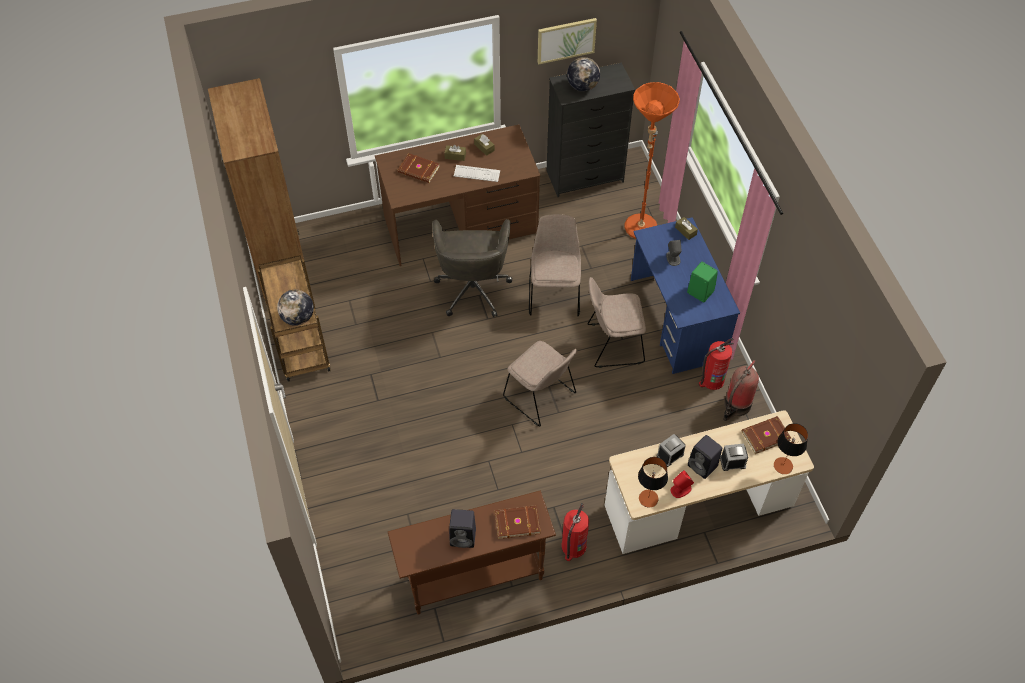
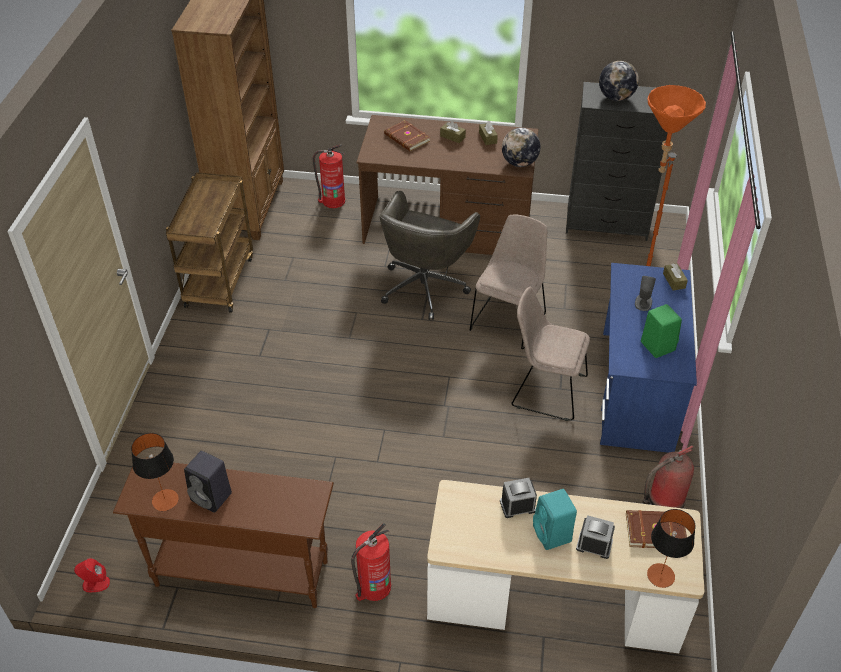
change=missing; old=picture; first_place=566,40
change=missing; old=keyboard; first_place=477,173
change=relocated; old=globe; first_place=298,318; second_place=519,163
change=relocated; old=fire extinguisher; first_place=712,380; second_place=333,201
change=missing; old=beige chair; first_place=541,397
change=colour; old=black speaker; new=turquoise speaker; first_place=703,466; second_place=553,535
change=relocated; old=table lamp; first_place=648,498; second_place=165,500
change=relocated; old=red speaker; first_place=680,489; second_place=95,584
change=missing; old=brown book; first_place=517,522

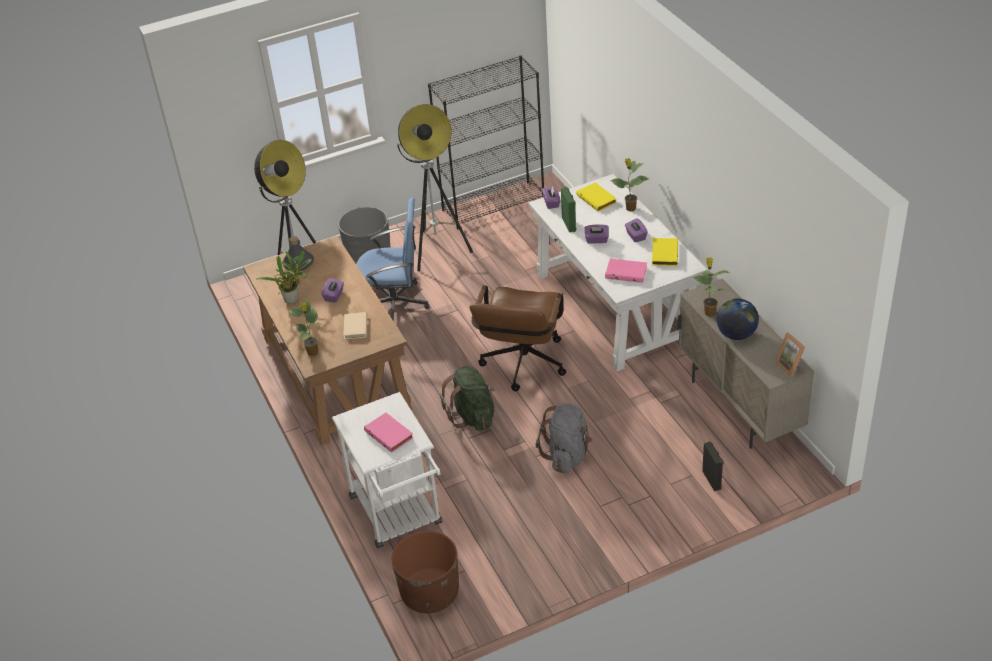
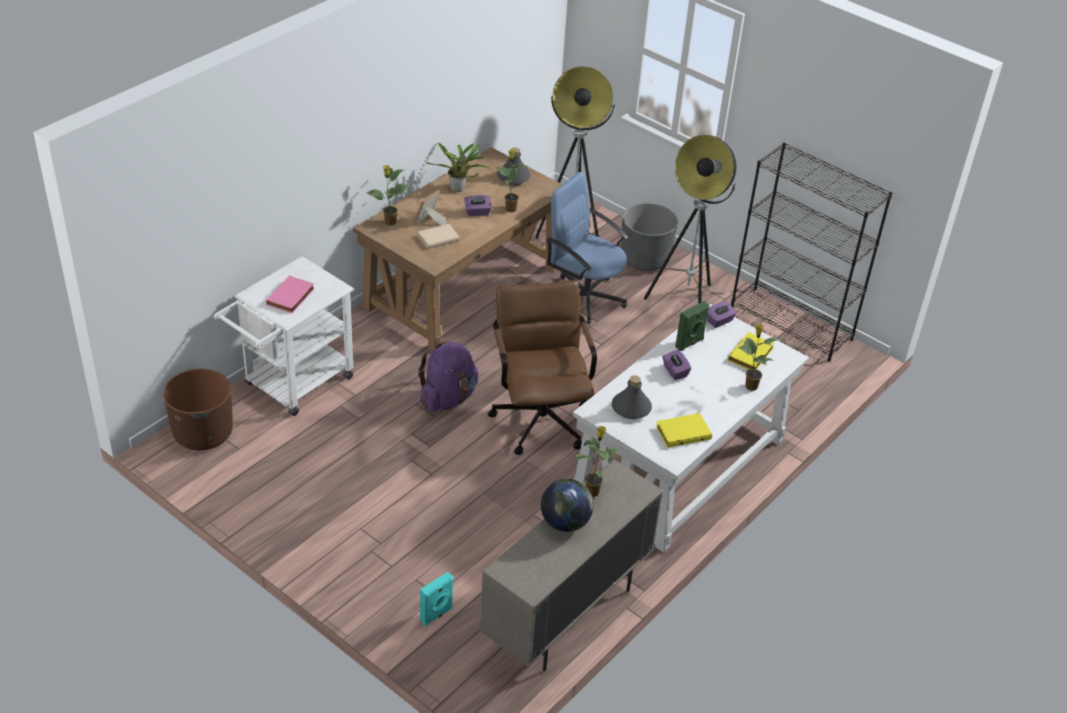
change=spun; old=blue office chair; first_place=395,303; second_place=585,297; degrees=150
change=missing; old=purple tissue box; first_place=635,236
change=exchanged; old=pink book; new=grey bottle; first_place=626,272; second_place=631,408
change=spun; old=brown office chair; first_place=522,367; second_place=539,415; degrees=90
change=relocated; old=picture frame; first_place=790,366; second_place=429,222
change=colour; old=green backpack; new=purple backpack; first_place=473,416; second_place=448,398
change=missing; old=grey backpack; first_place=567,455
change=colour; old=black speaker; new=turquoise speaker; first_place=712,480; second_place=437,615
change=appeared; new=potted plant; second_place=510,208

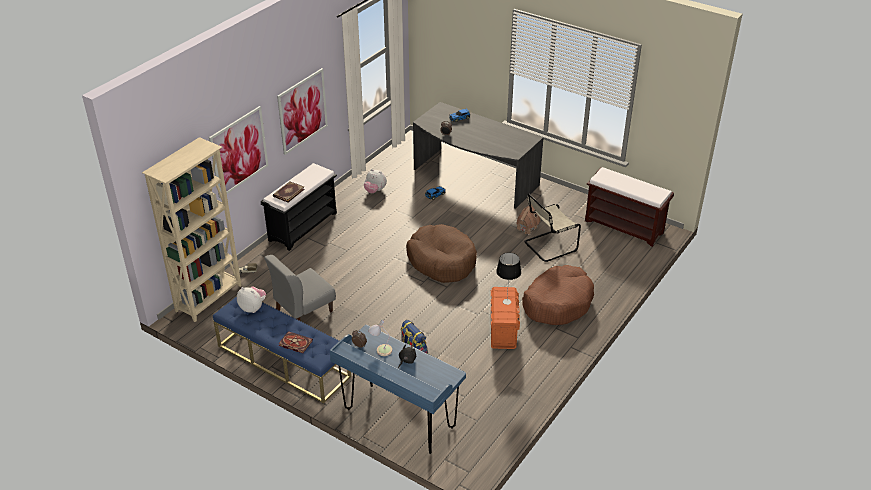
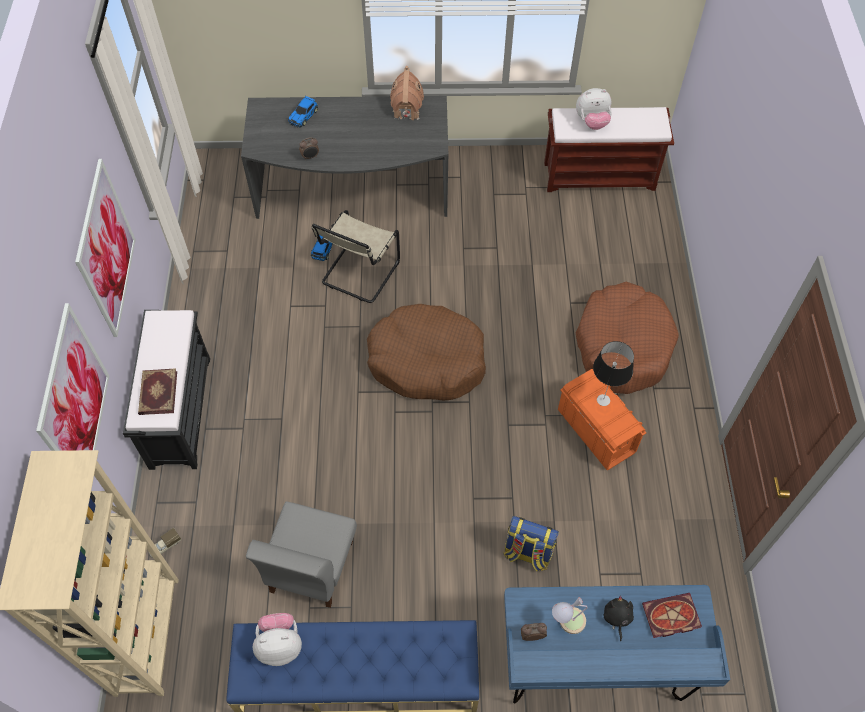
change=relocated; old=plush toy; first_place=375,190; second_place=592,122
change=relocated; old=beige chair; first_place=548,246; second_place=359,274
change=relocated; old=toy house; first_place=526,228; second_place=406,110
change=relocated; old=book; first_place=294,343; second_place=670,617

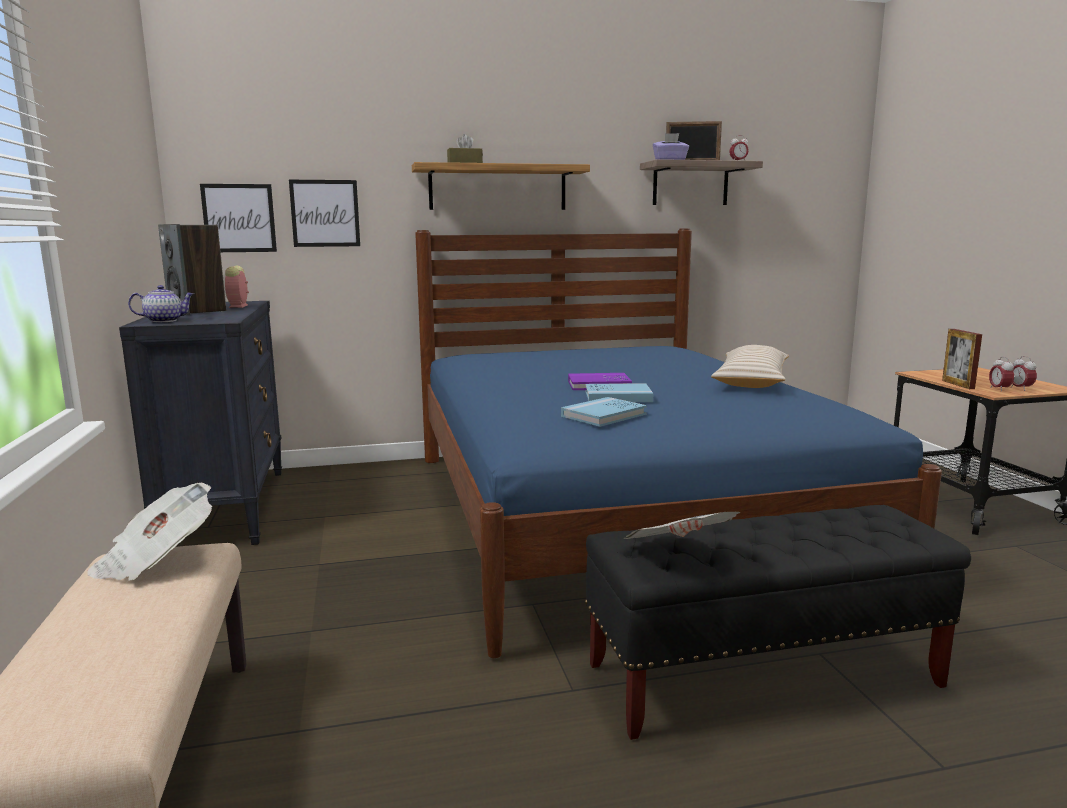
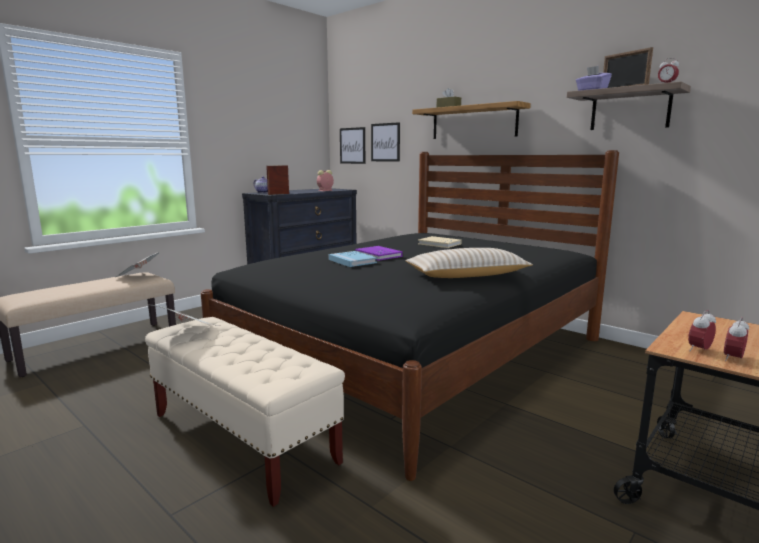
change=missing; old=speaker; first_place=198,311
change=colour; old=blue bed; new=black bed; first_place=615,514; second_place=417,354
change=relocated; old=picture frame; first_place=958,384; second_place=278,194
change=missing; old=blue book; first_place=603,415
change=colour; old=black bench; new=beige bench; first_place=763,676; second_place=242,438
change=appeared; new=beige book; second_place=439,244

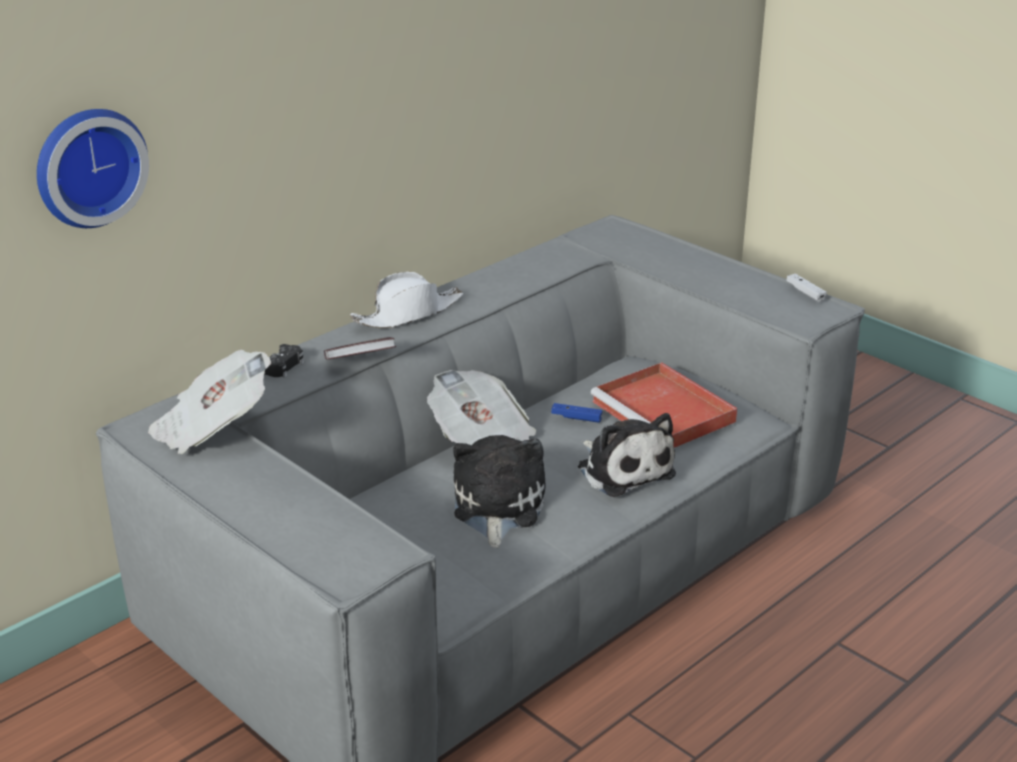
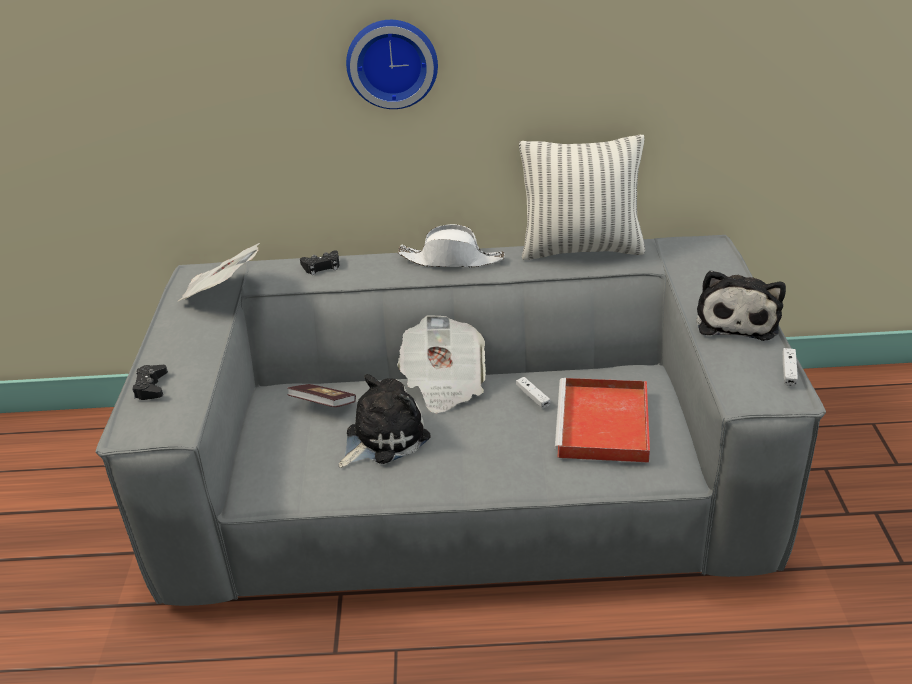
change=relocated; old=wall clock; first_place=88,166; second_place=392,62
change=relocated; old=book; first_place=360,362; second_place=323,405
change=colour; old=blue game controller; new=white game controller; first_place=576,418; second_place=532,396
change=relocated; old=plush toy; first_place=623,469; second_place=737,319
change=appeared; new=pillow; second_place=581,249
change=appeared; new=black game controller; second_place=151,387

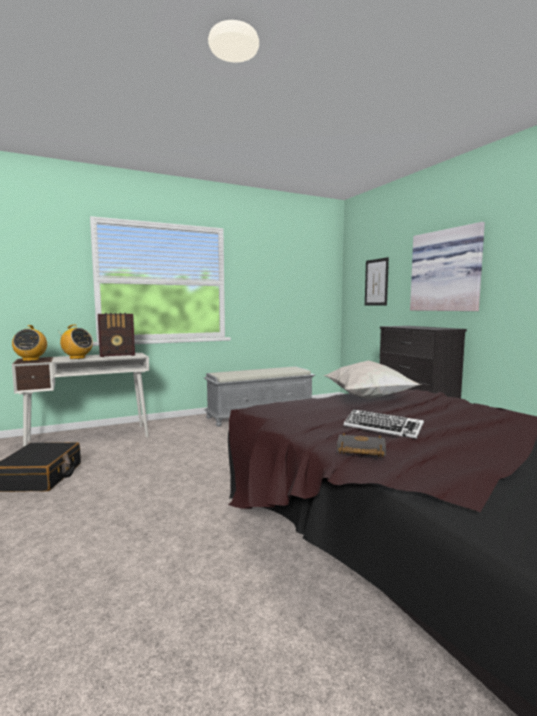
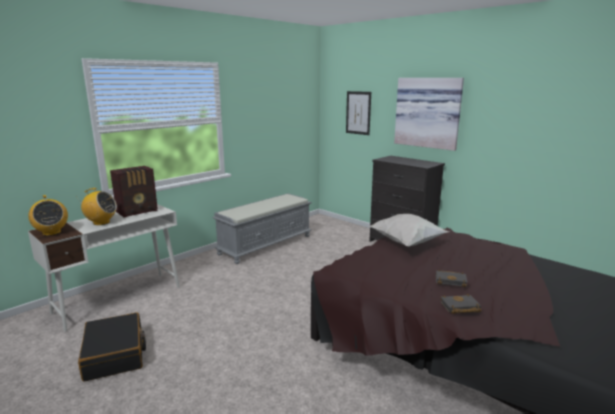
change=exchanged; old=keyboard; new=black book; first_place=382,428; second_place=451,280

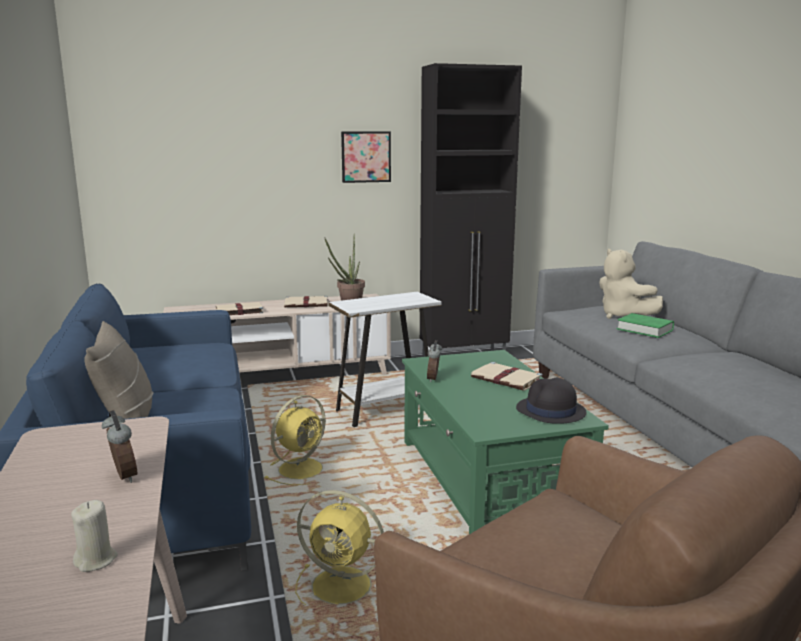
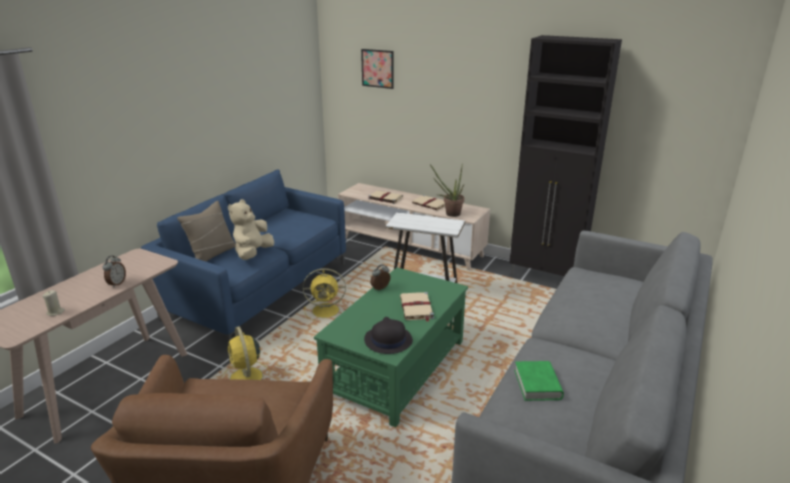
change=relocated; old=picture; first_place=366,157; second_place=377,68
change=relocated; old=beige plush toy; first_place=623,316; second_place=253,253
change=relocated; old=green book; first_place=644,330; second_place=537,384

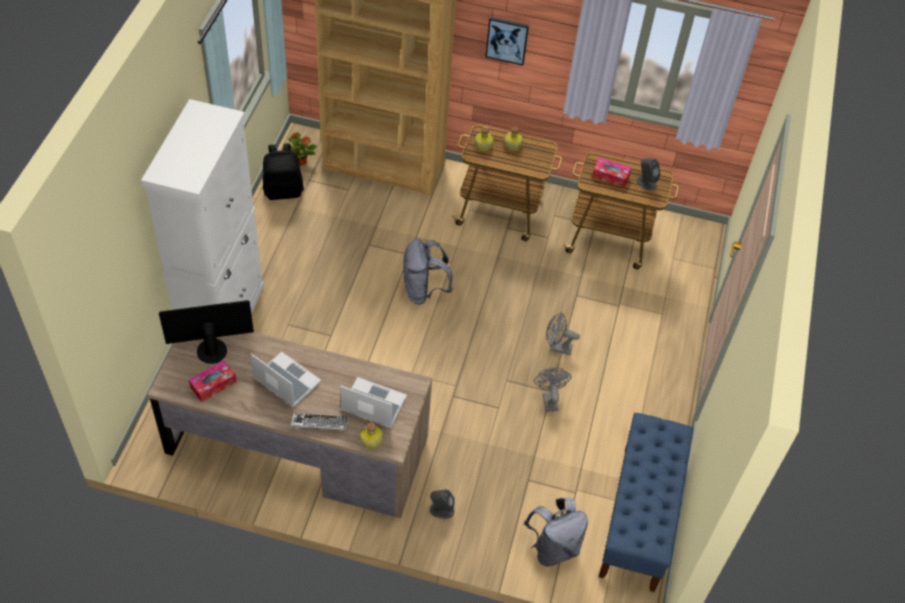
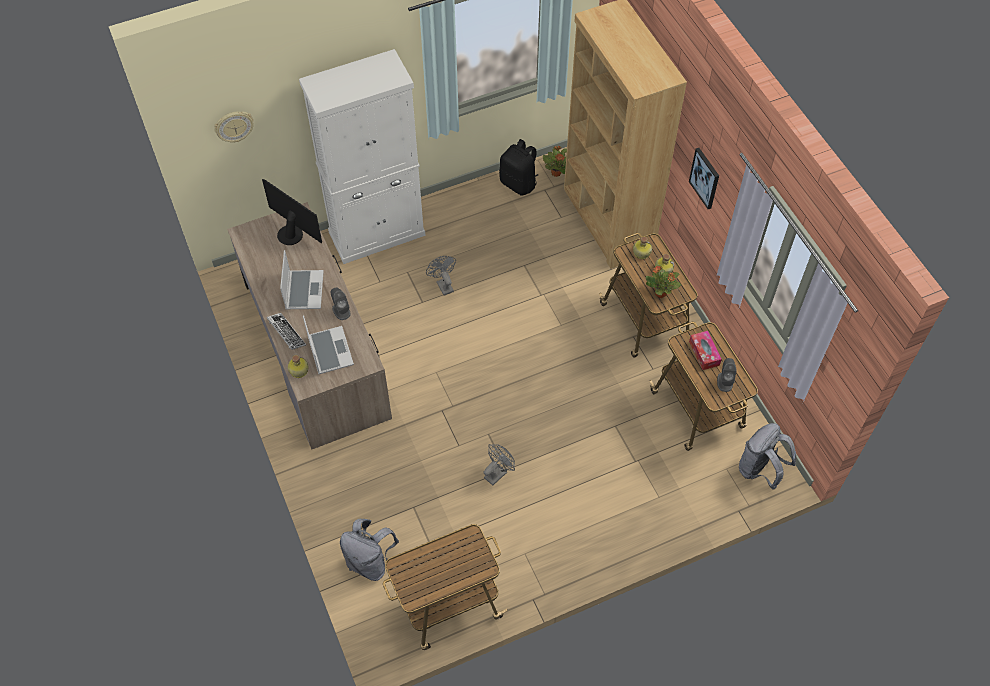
change=relocated; old=grey backpack; first_place=424,291; second_place=760,470
change=relocated; old=grey fan; first_place=557,347; second_place=443,284
change=missing; old=tissue box; first_place=213,384
change=exchanged; old=blue bench; new=cart; first_place=639,518; second_place=446,603
change=relocated; old=grey speaker; first_place=441,510; second_place=341,310
change=appeared; new=wall clock; second_place=234,126
change=appeared; new=potted plant; second_place=661,293

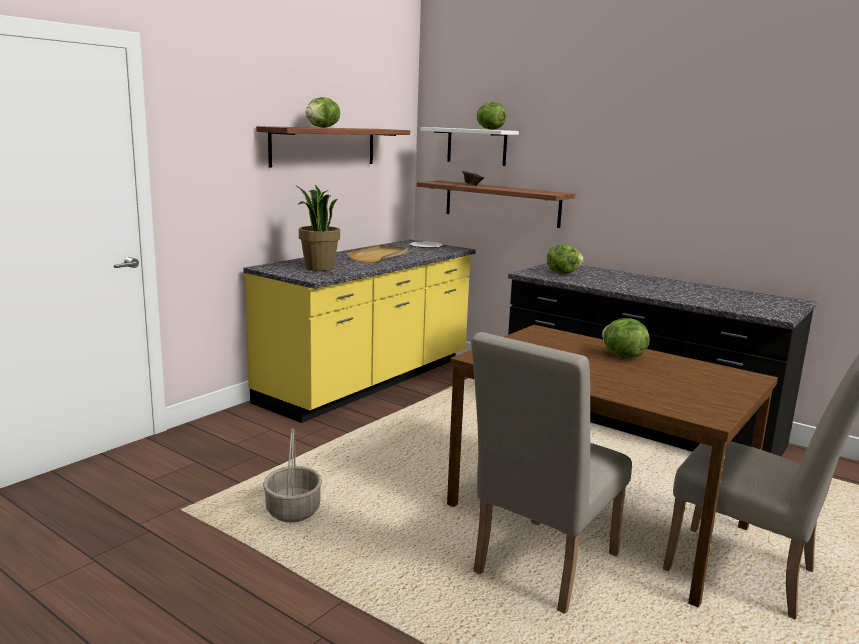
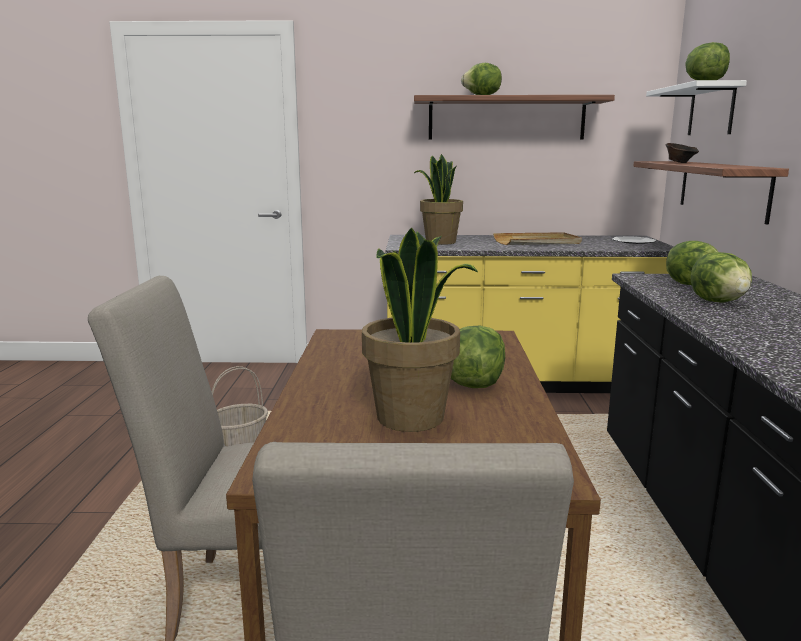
change=appeared; new=potted plant; second_place=412,418
change=appeared; new=lettuce; second_place=719,302

